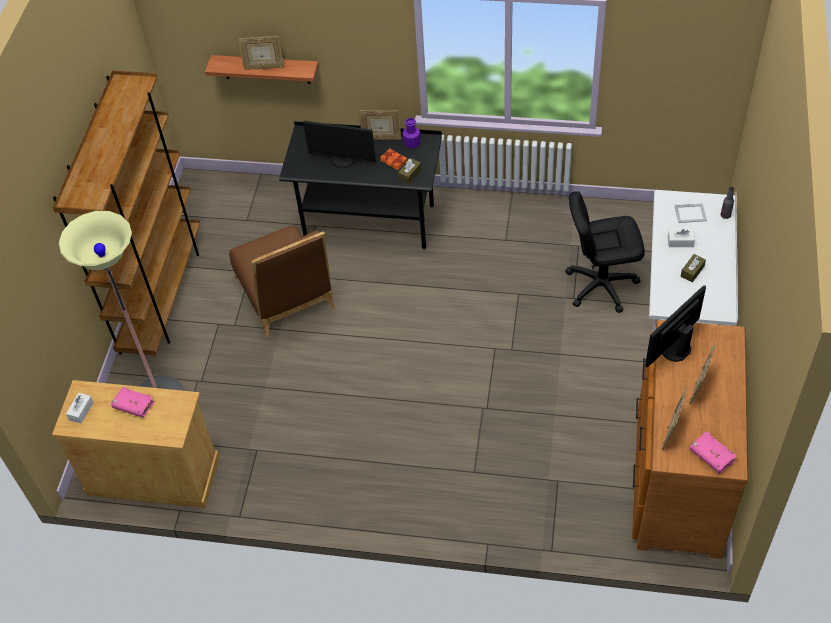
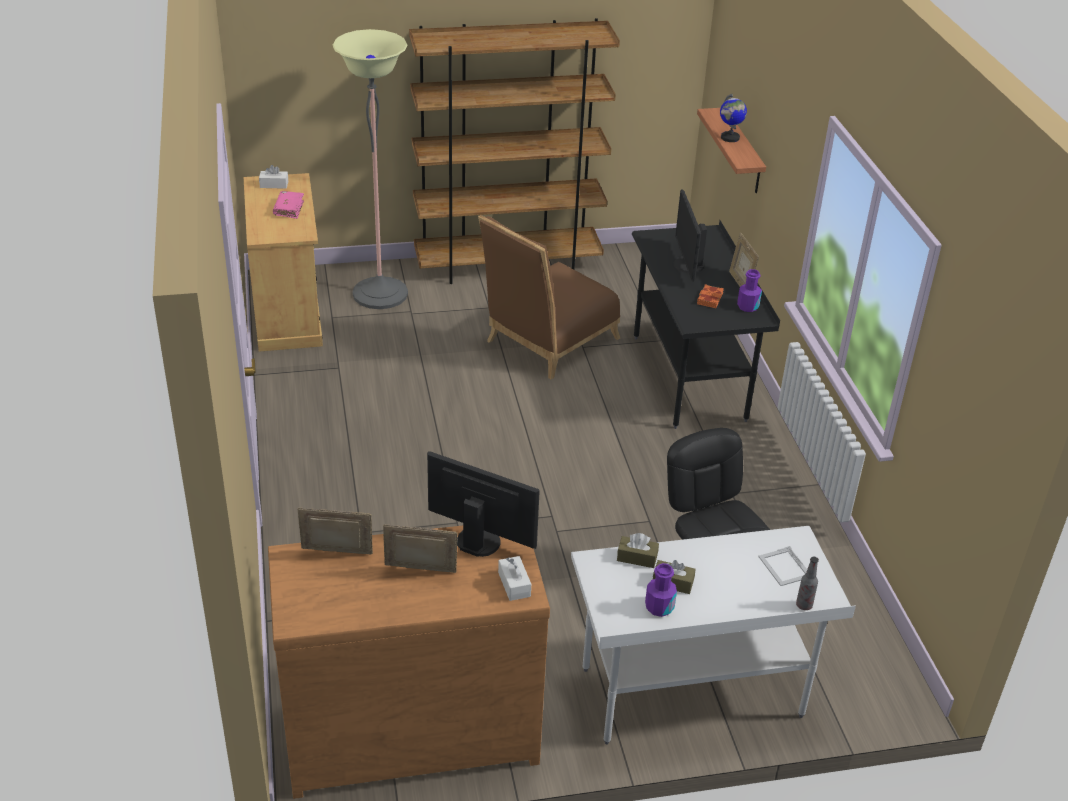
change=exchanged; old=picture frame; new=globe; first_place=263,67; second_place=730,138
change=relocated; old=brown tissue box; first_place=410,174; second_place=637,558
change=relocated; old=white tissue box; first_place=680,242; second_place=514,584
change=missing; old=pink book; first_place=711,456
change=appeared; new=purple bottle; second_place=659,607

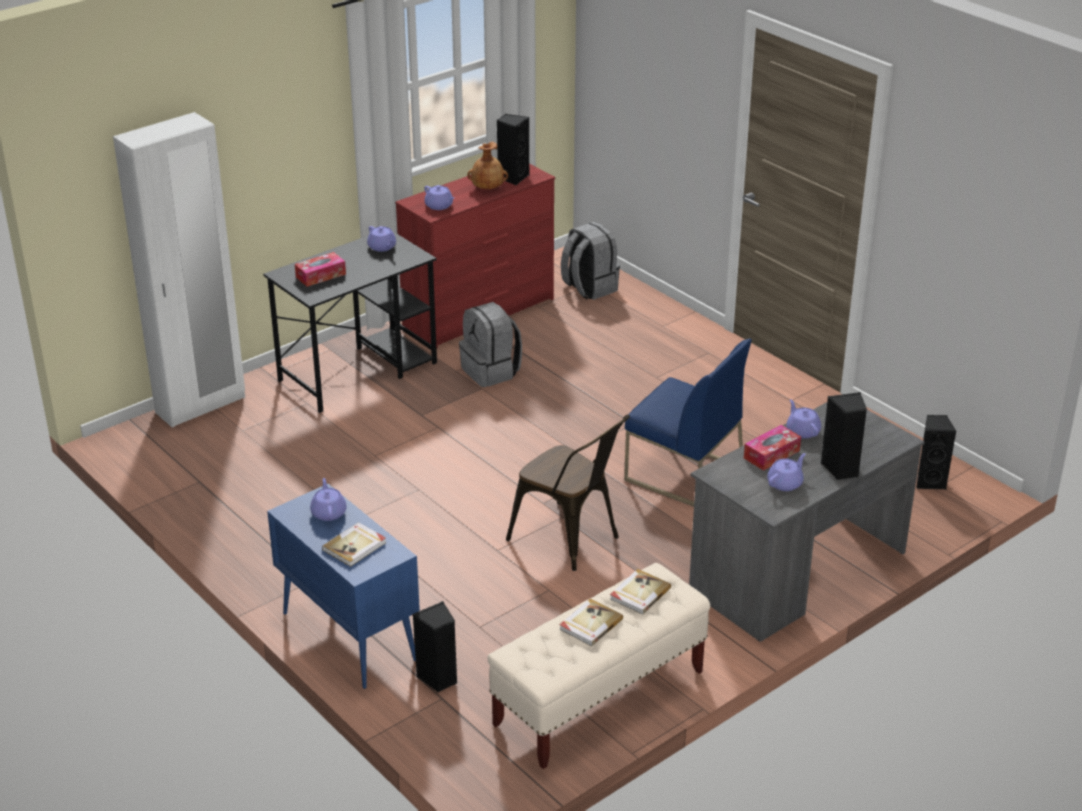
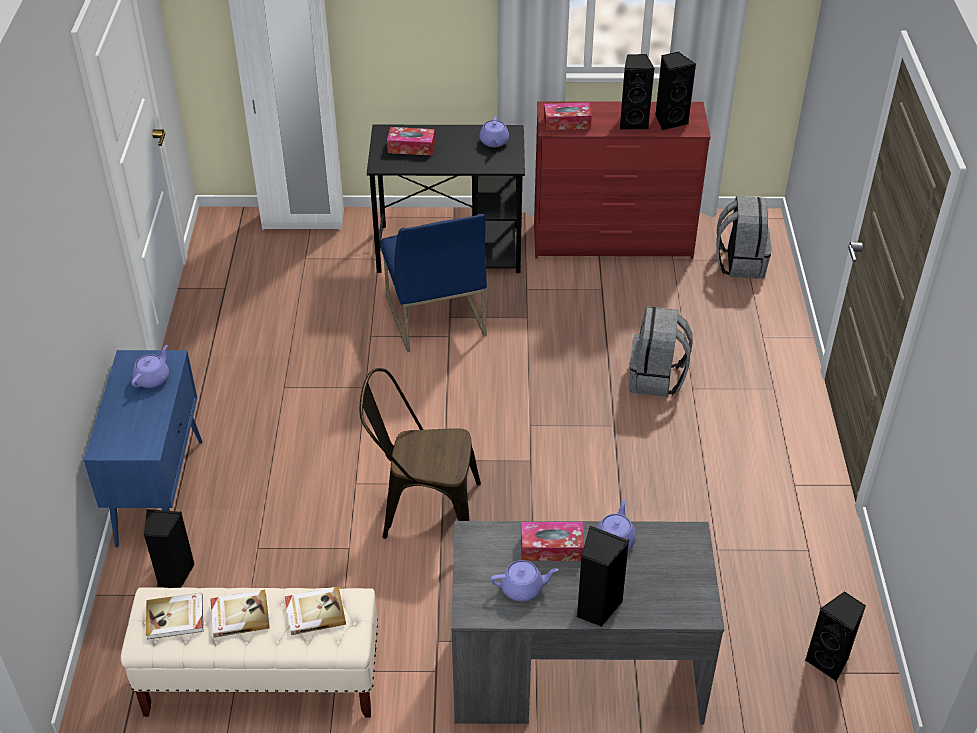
change=exchanged; old=brown vase; new=black speaker; first_place=488,188; second_place=633,122
change=exchanged; old=purple teapot; new=tissue box; first_place=439,206; second_place=567,122
change=relocated; old=grey backpack; first_place=491,372; second_place=656,378
change=relocated; old=blue chair; first_place=683,474; second_place=434,315
change=spun; old=brown chair; first_place=571,540; second_place=422,511; degrees=105
change=relocated; old=book; first_place=355,546; second_place=175,618

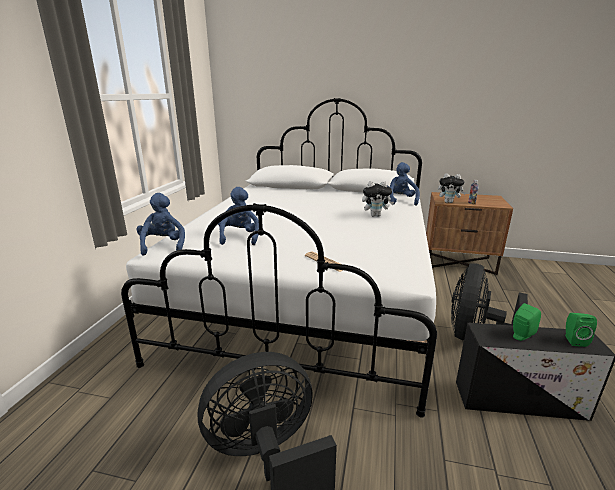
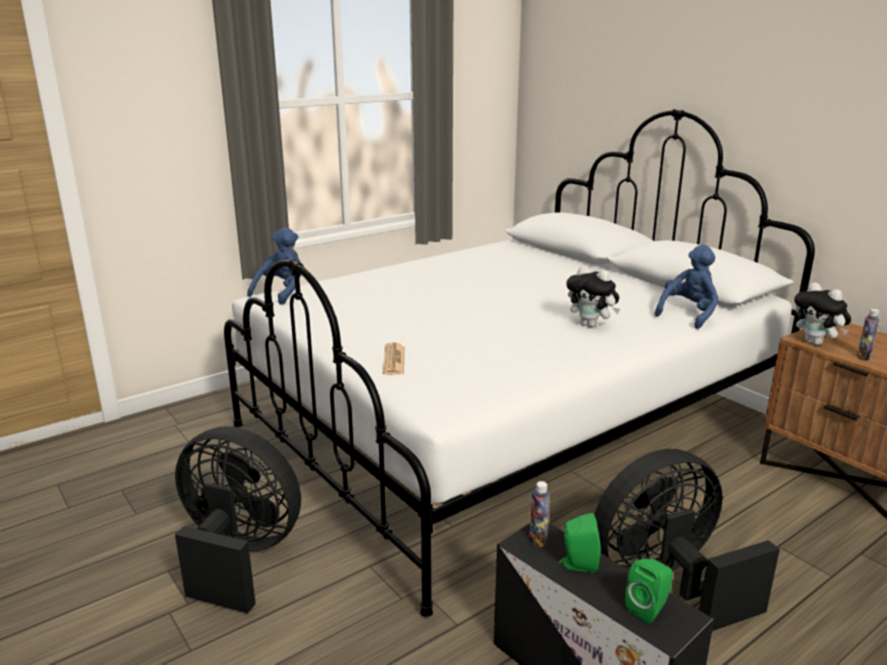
change=missing; old=blue plush toy; first_place=239,237
change=appeared; new=bottle; second_place=538,539

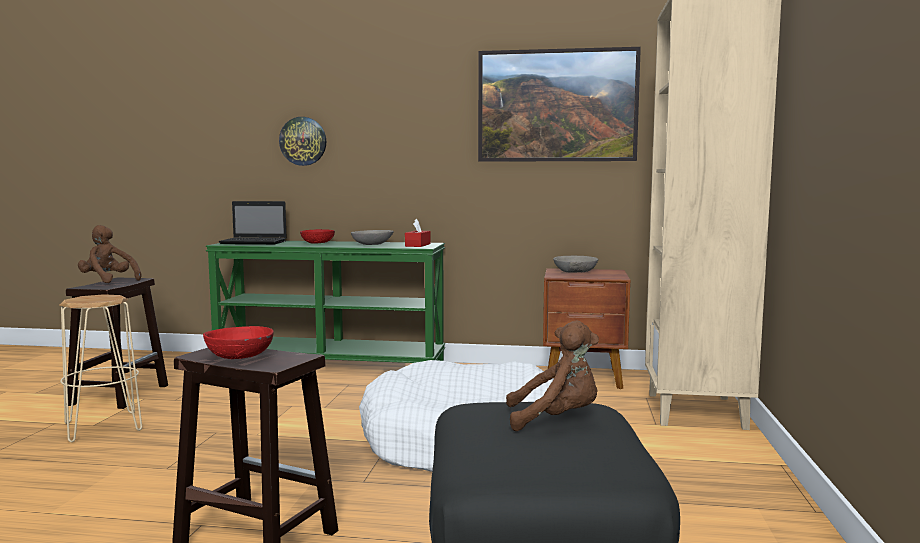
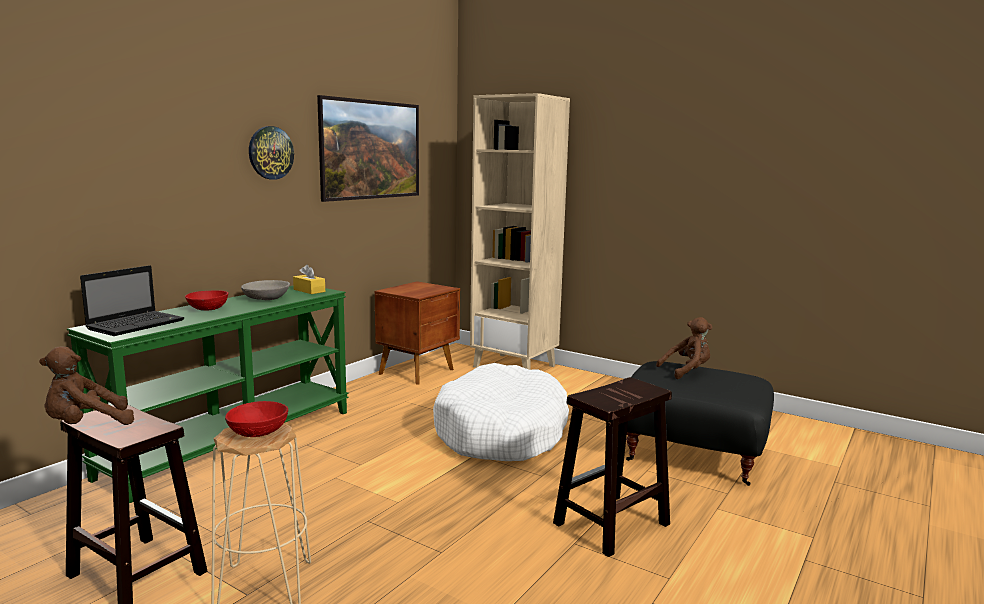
change=relocated; old=wall clock; first_place=303,141; second_place=270,153
change=colour; old=red tissue box; new=yellow tissue box; first_place=417,245; second_place=309,290
change=missing; old=grey bowl; first_place=575,271
change=spun; old=brown plush toy; first_place=556,419; second_place=687,371; degrees=45
change=relocated; old=red bowl; first_place=239,356; second_place=259,432

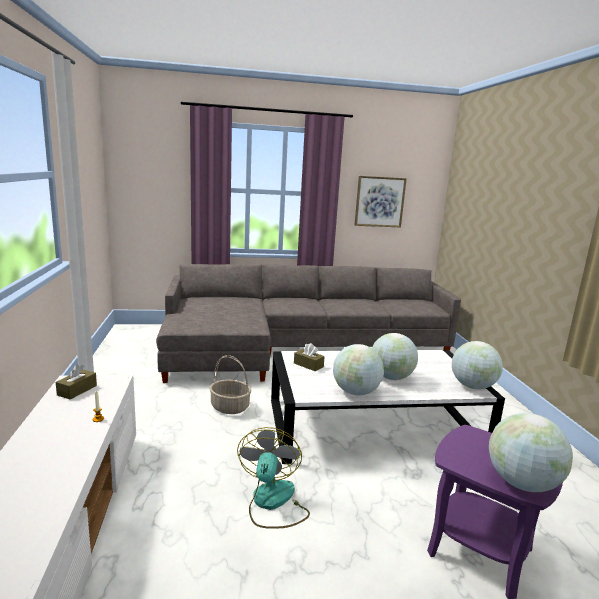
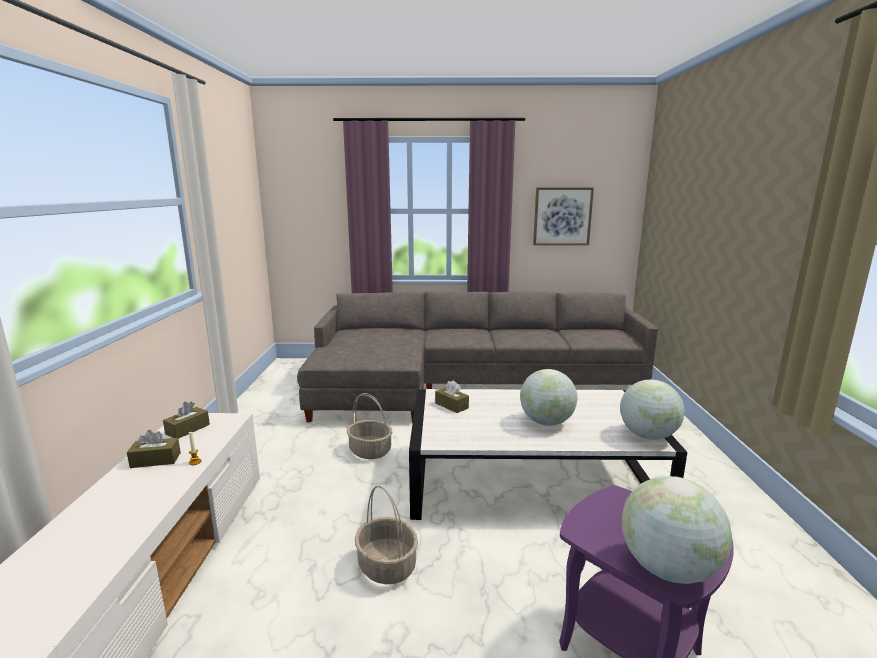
change=missing; old=globe; first_place=356,392
change=exchanged; old=fan; new=basket; first_place=272,503; second_place=386,566
change=appeared; new=brown tissue box; second_place=155,460

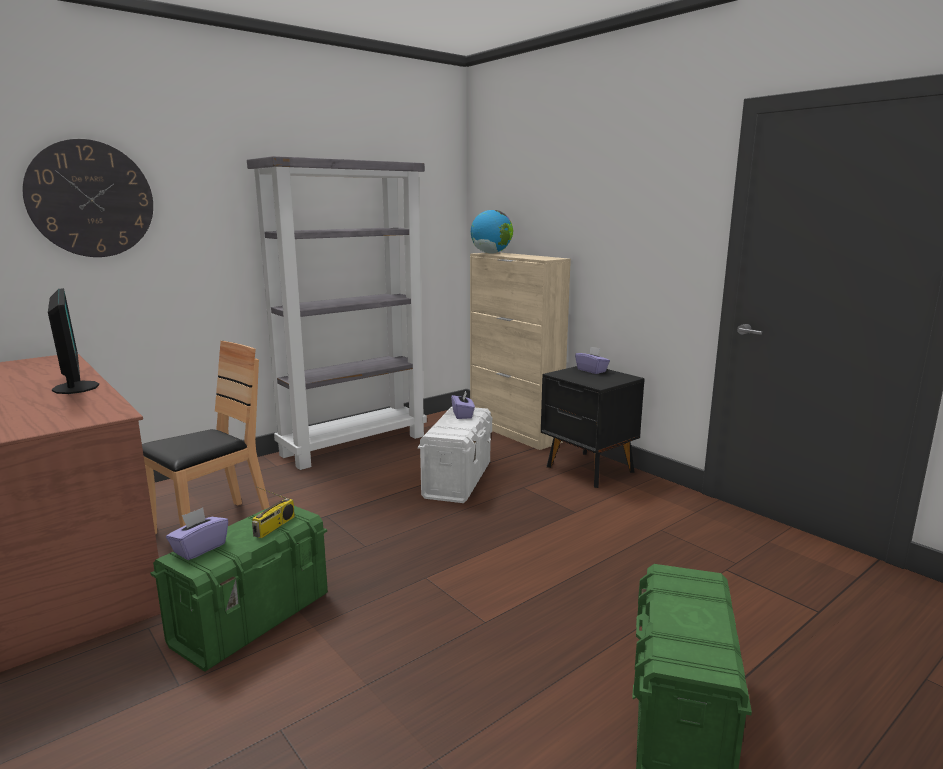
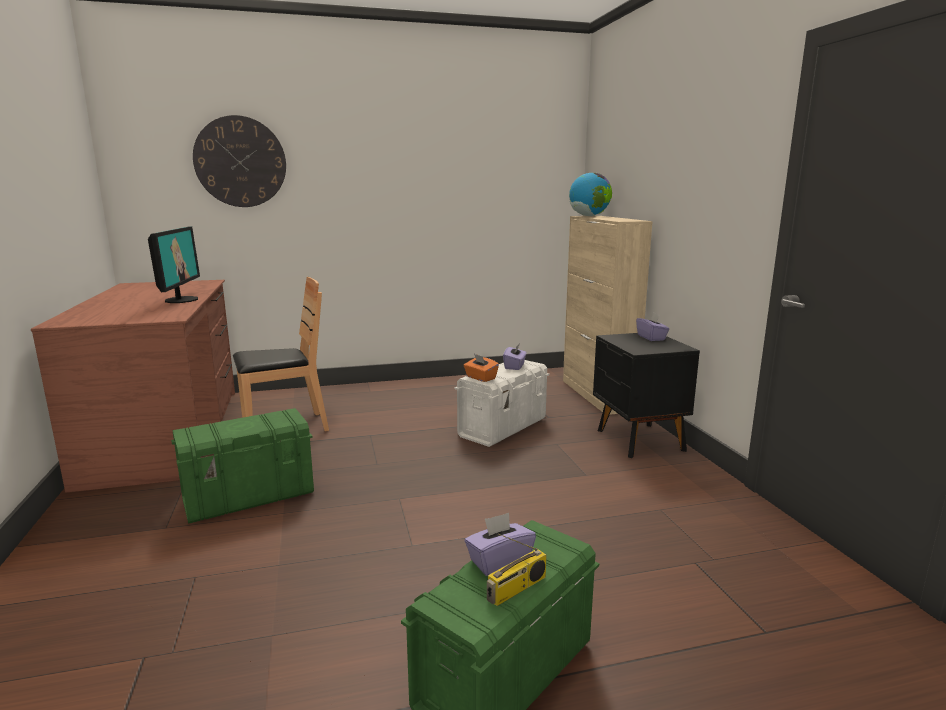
change=missing; old=grey bookcase; first_place=354,444
change=relocated; old=radio; first_place=274,527; second_place=516,589
change=relocated; old=purple tissue box; first_place=199,548; second_place=499,561
change=appeared; new=orange tissue box; second_place=480,378

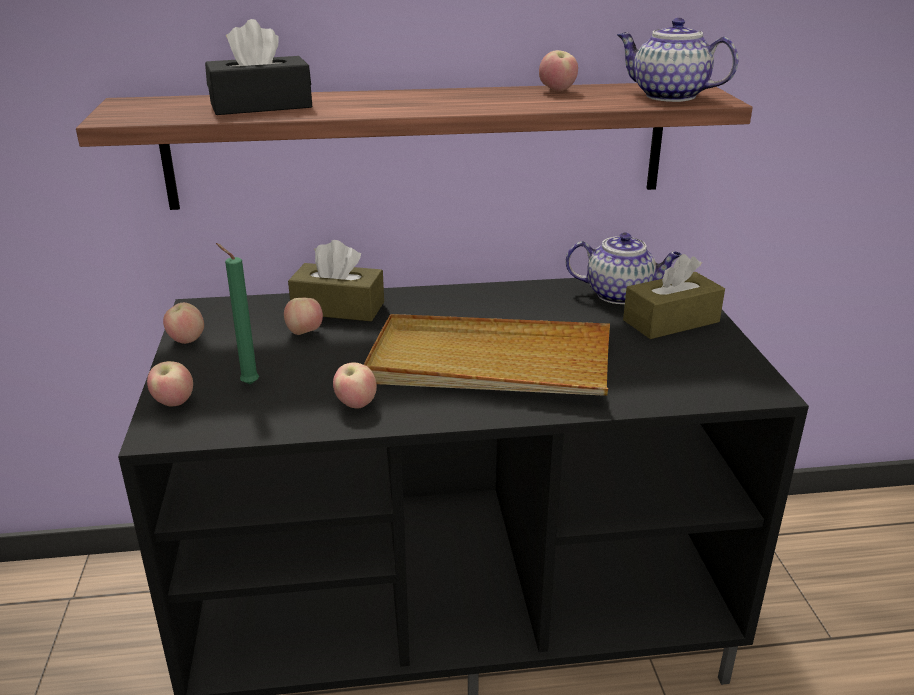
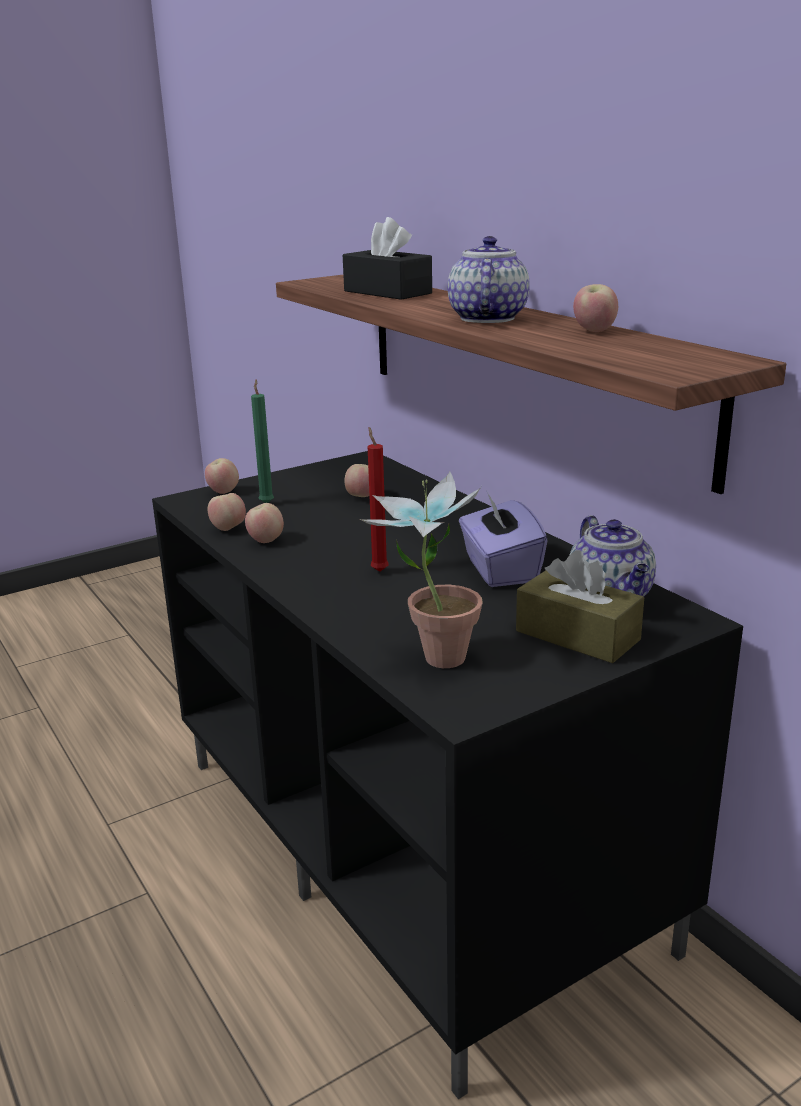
change=relocated; old=teapot; first_place=668,96; second_place=487,318
change=missing; old=brown tissue box; first_place=338,308
change=relocated; old=apple; first_place=187,340; second_place=228,529
change=exchanged; old=beige tray; new=red candle; first_place=489,364; second_place=379,570
change=appeared; new=potted plant; second_place=430,655
change=appeared; new=purple tissue box; second_place=499,569

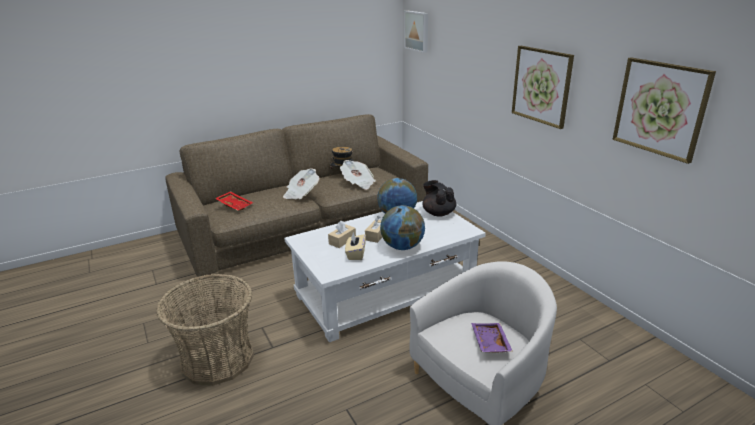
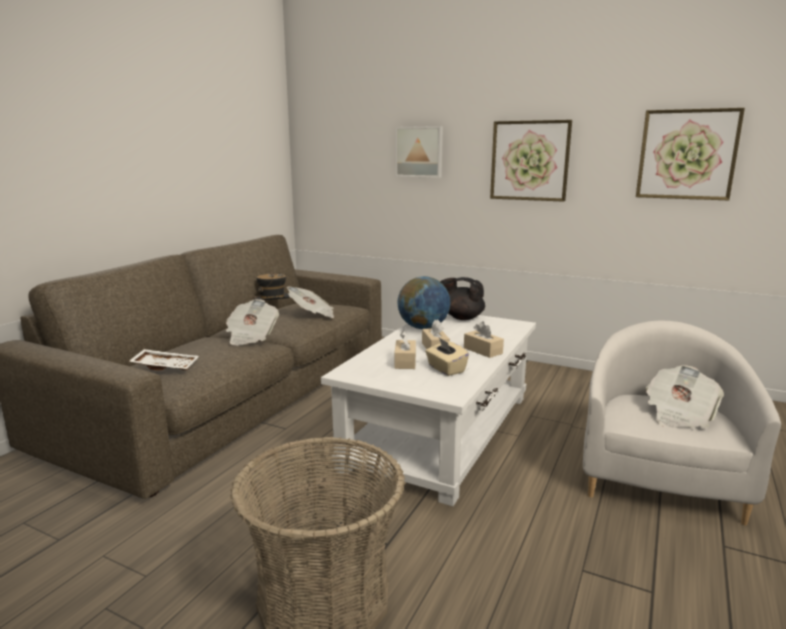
change=relocated; old=picture; first_place=417,31; second_place=419,152
change=colour; old=red tray; new=white tray; first_place=235,205; second_place=166,366
change=exchanged; old=globe; new=beige tissue box; first_place=402,247; second_place=483,350
change=exchanged; old=purple tray; new=newspaper; first_place=489,343; second_place=679,415

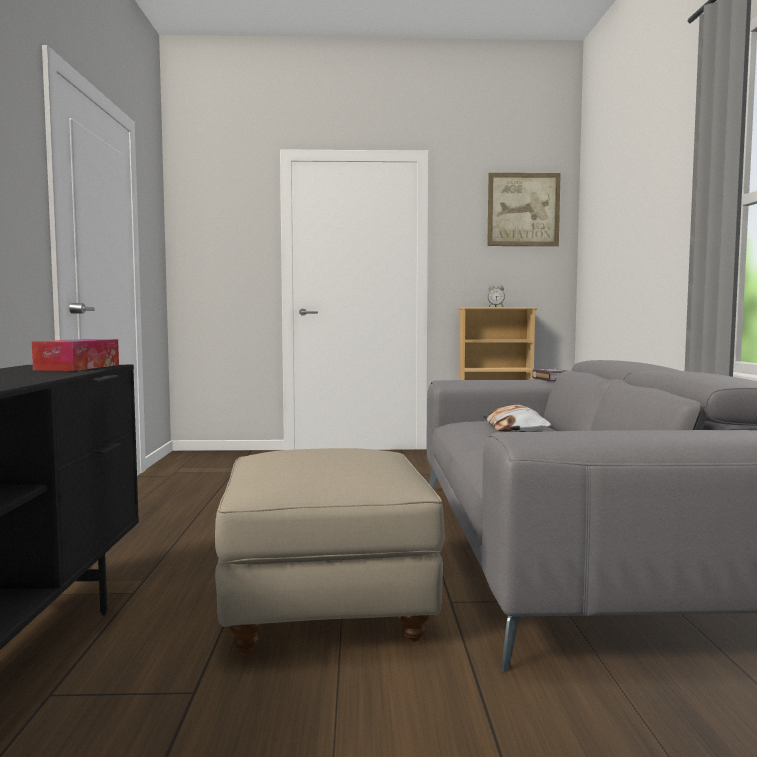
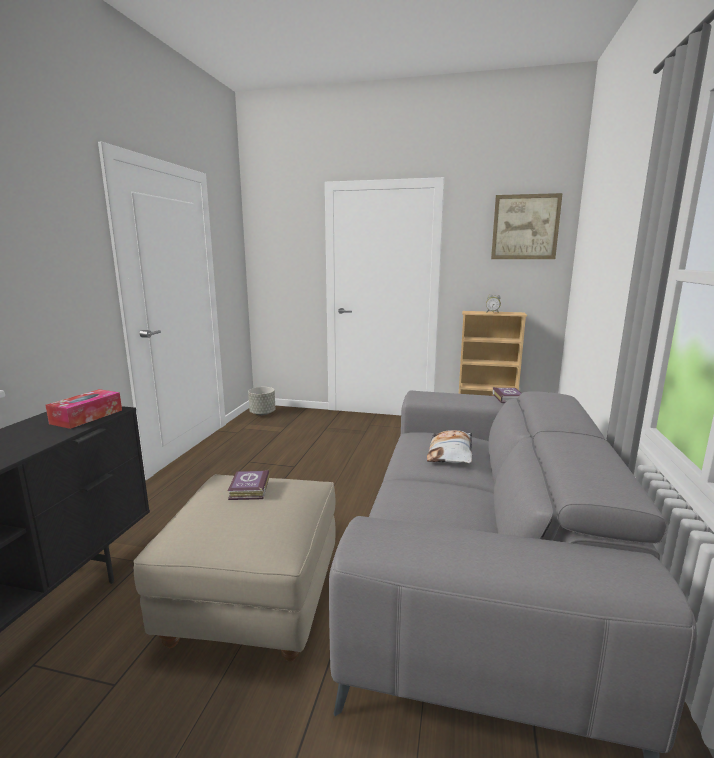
change=appeared; new=grey planter; second_place=262,413
change=appeared; new=book; second_place=248,489

